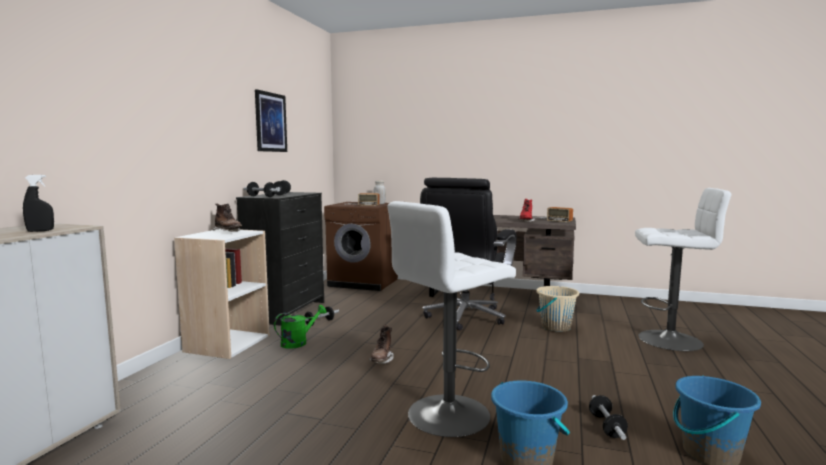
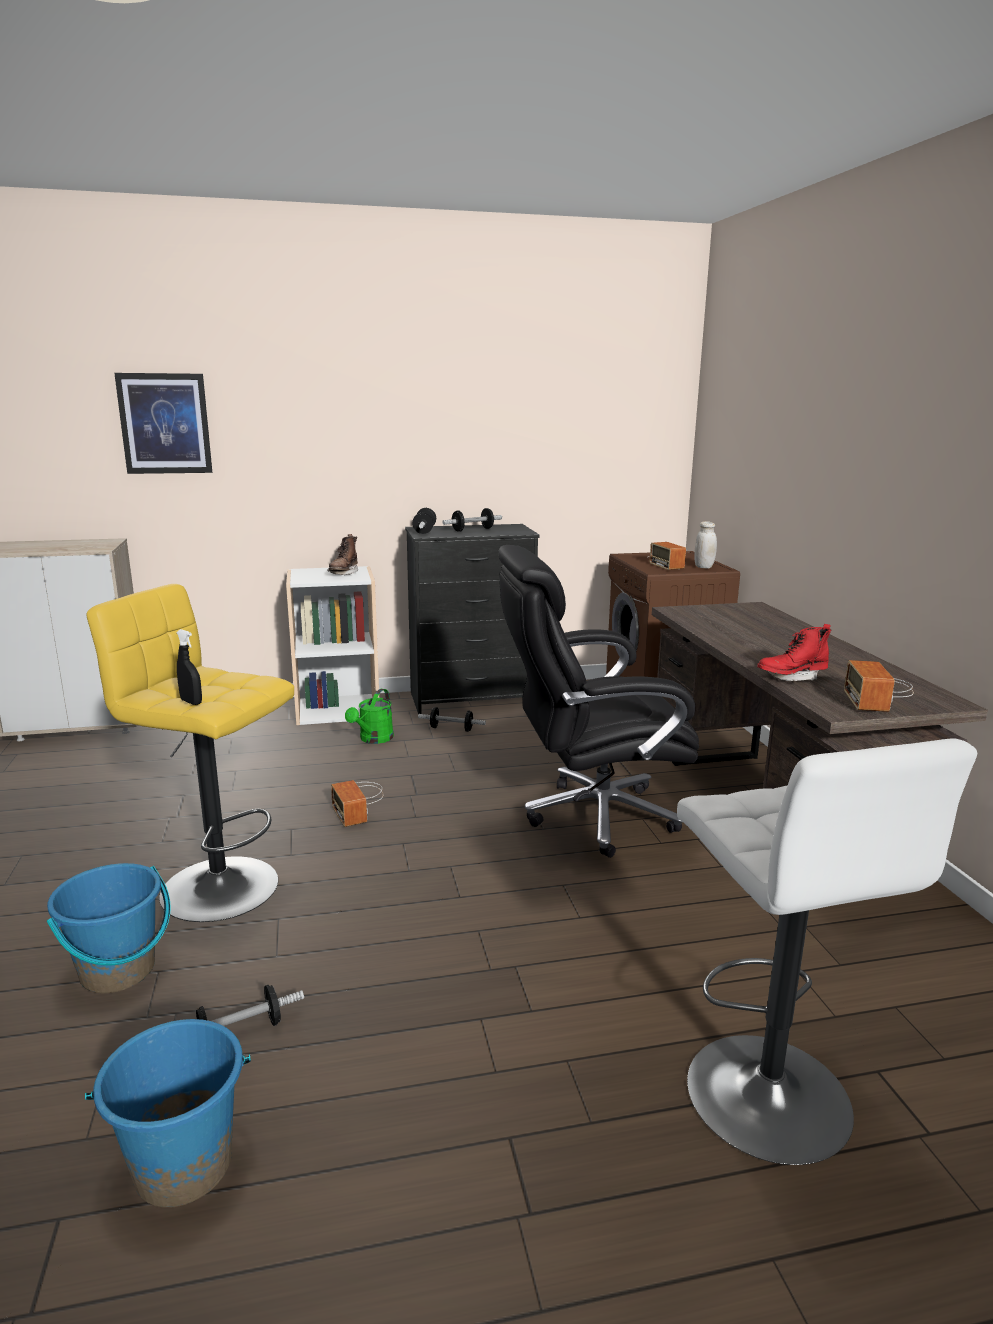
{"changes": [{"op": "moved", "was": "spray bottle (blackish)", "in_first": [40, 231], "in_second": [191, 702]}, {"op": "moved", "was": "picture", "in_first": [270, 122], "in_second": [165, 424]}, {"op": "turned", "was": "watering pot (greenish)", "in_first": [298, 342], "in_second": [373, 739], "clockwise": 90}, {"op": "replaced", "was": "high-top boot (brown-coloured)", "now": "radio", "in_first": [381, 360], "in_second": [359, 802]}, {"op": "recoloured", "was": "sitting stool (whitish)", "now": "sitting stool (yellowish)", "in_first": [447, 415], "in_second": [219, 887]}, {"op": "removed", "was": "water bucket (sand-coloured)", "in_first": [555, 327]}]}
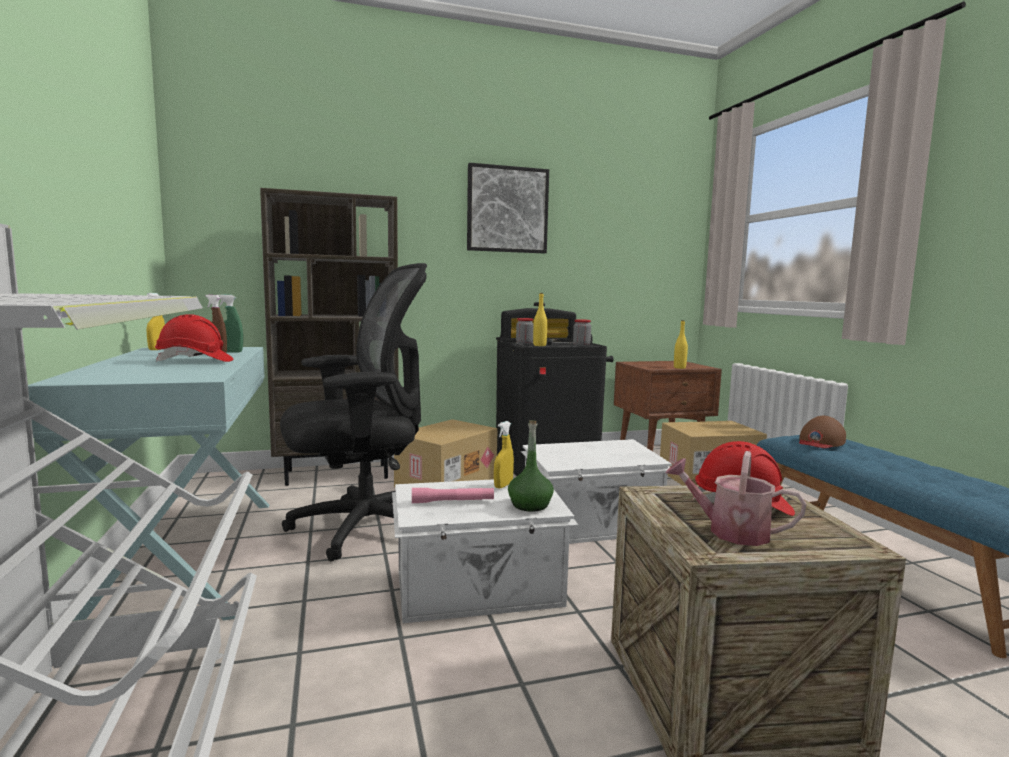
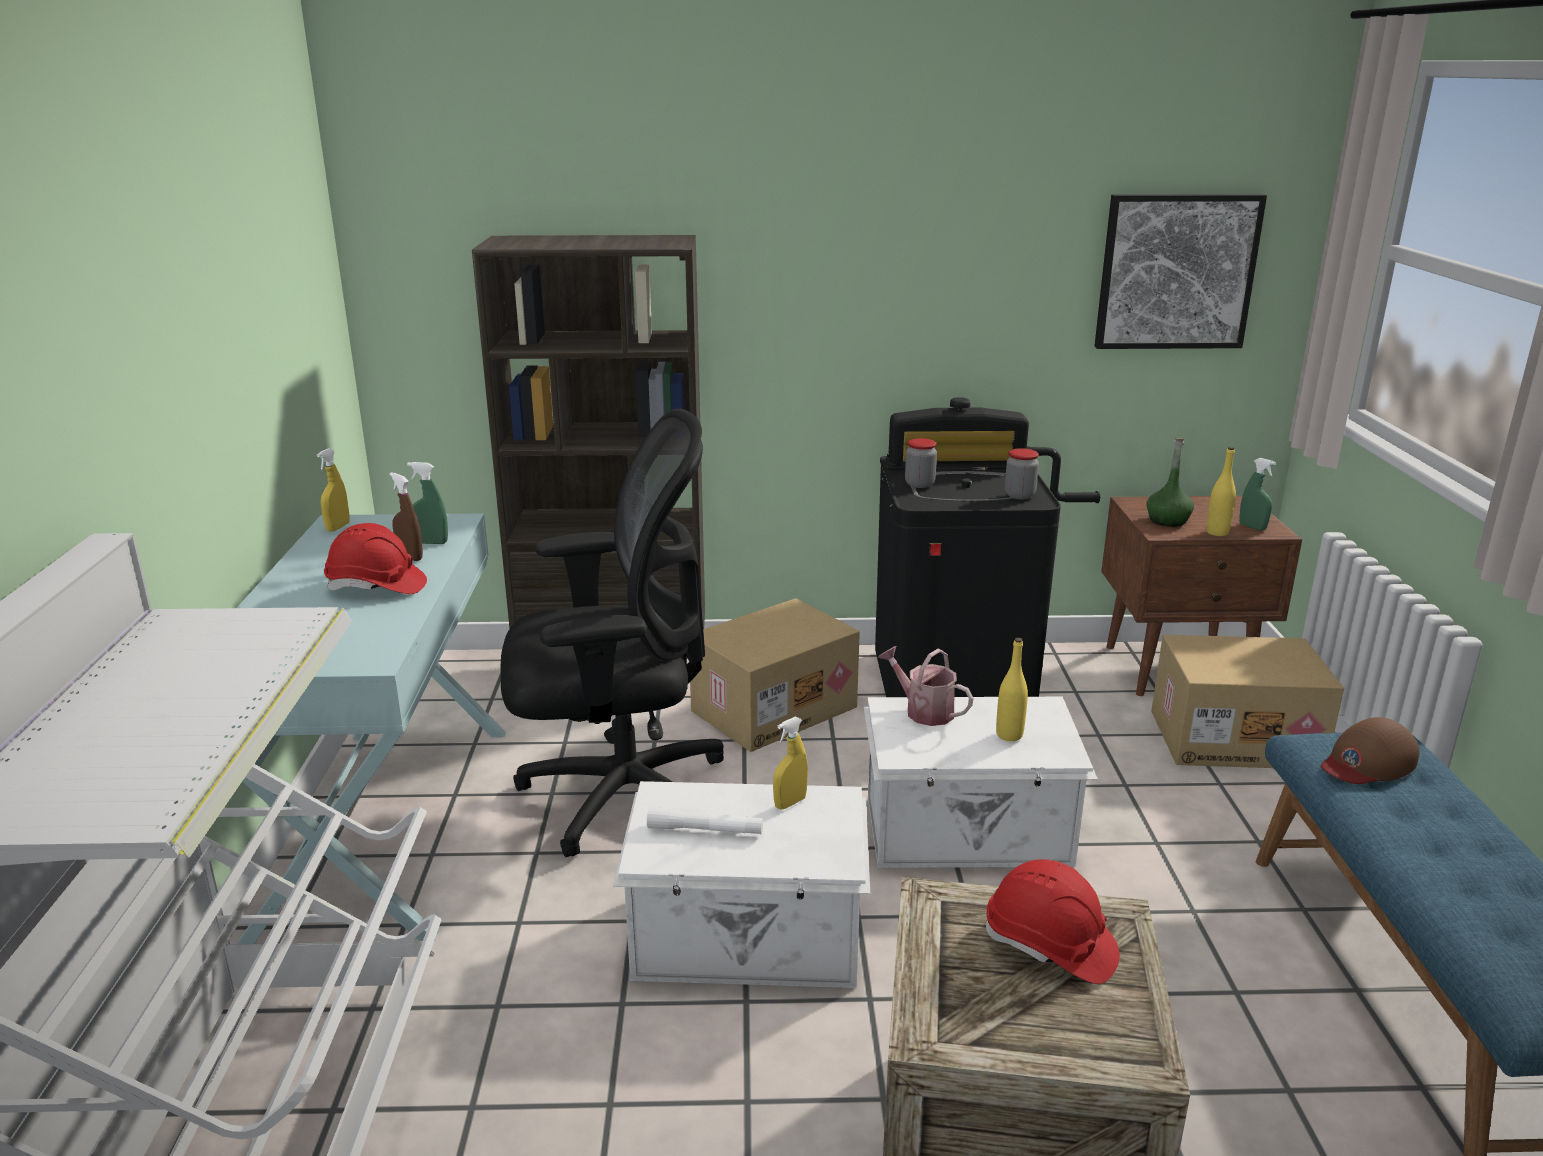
{"changes": [{"op": "recoloured", "was": "hand torch (pinkish)", "now": "hand torch (whitish)", "in_first": [452, 501], "in_second": [705, 830]}, {"op": "moved", "was": "picture", "in_first": [507, 210], "in_second": [1176, 272]}, {"op": "moved", "was": "bottle (greenish)", "in_first": [530, 505], "in_second": [1167, 520]}, {"op": "moved", "was": "bottle (yellowish)", "in_first": [539, 345], "in_second": [1009, 735]}, {"op": "moved", "was": "watering pot", "in_first": [729, 531], "in_second": [923, 711]}, {"op": "added", "now": "spray bottle (greenish)", "in_second": [1252, 527]}]}
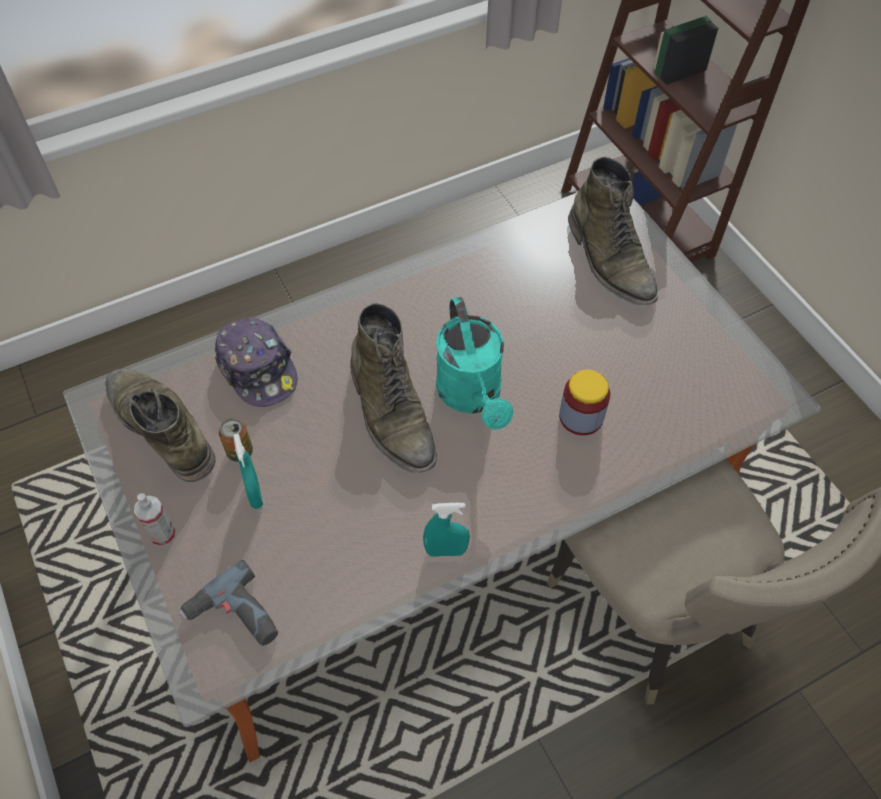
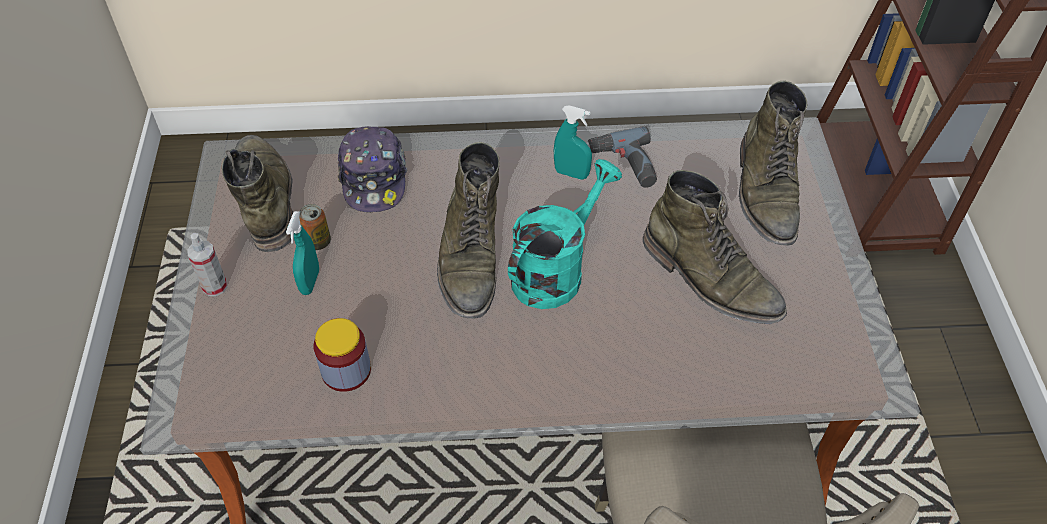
{"changes": [{"op": "moved", "was": "electric drill", "in_first": [234, 619], "in_second": [623, 165]}, {"op": "moved", "was": "spray bottle (turquoise-coloured)", "in_first": [446, 551], "in_second": [571, 173]}, {"op": "turned", "was": "watering pot (turquoise-coloured)", "in_first": [473, 396], "in_second": [555, 270], "clockwise": -150}, {"op": "moved", "was": "storage jar", "in_first": [581, 417], "in_second": [346, 370]}, {"op": "added", "now": "high-top boot (greenish)", "in_second": [710, 279]}]}
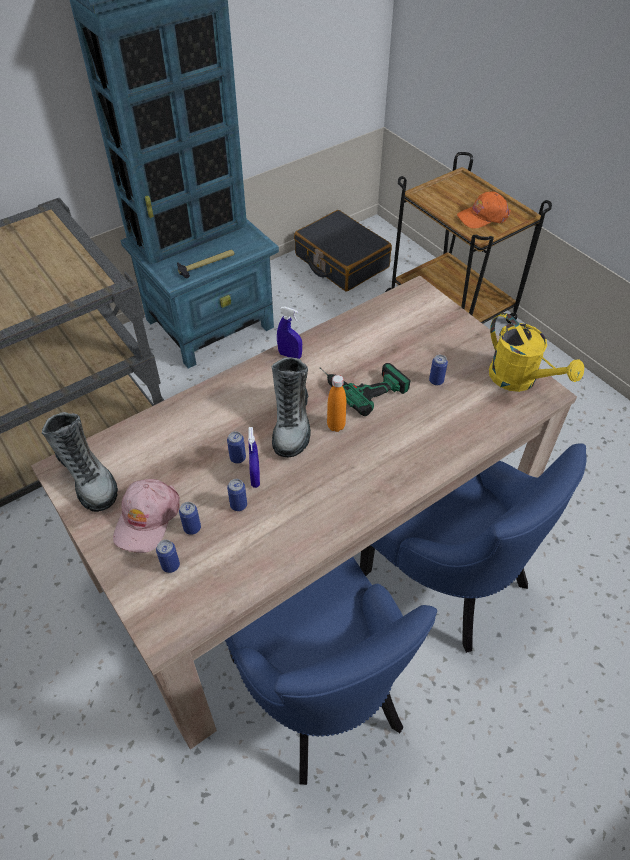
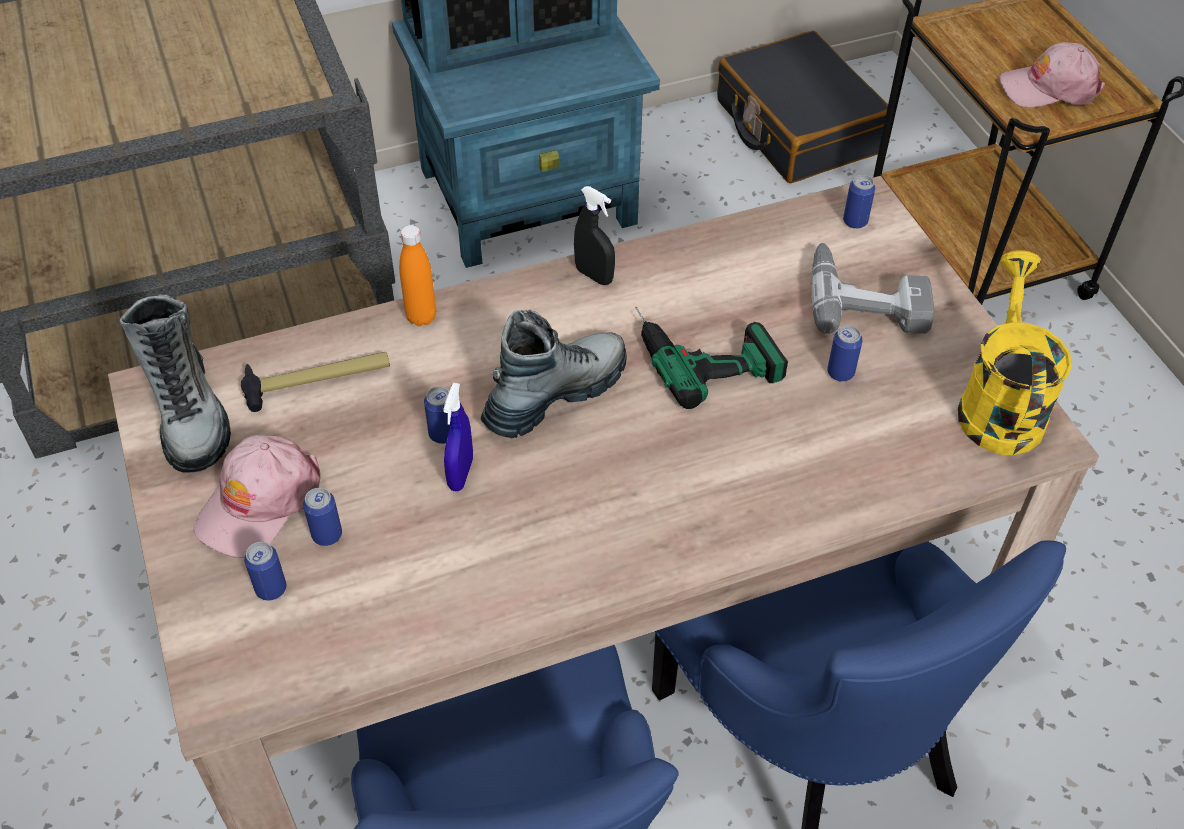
{"changes": [{"op": "moved", "was": "hammer", "in_first": [206, 265], "in_second": [317, 380]}, {"op": "moved", "was": "sealed can", "in_first": [238, 505], "in_second": [855, 221]}, {"op": "turned", "was": "high-top boot", "in_first": [291, 423], "in_second": [555, 394], "clockwise": -150}, {"op": "recoloured", "was": "spray bottle (blue-coloured)", "now": "spray bottle (blackish)", "in_first": [290, 355], "in_second": [594, 275]}, {"op": "moved", "was": "bottle (orangey)", "in_first": [336, 426], "in_second": [421, 317]}, {"op": "recoloured", "was": "baseball cap (orangey)", "now": "baseball cap (pinkish)", "in_first": [482, 216], "in_second": [1049, 88]}, {"op": "turned", "was": "watering pot (yellowish)", "in_first": [520, 380], "in_second": [999, 403], "clockwise": -150}, {"op": "added", "now": "electric drill", "in_second": [866, 298]}]}
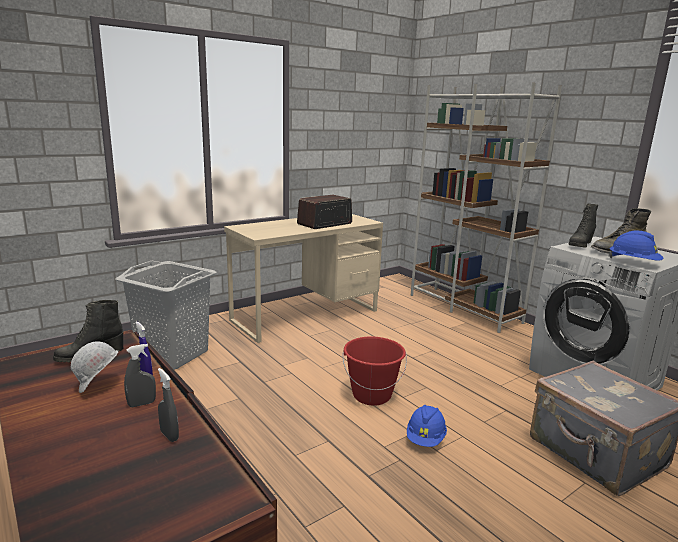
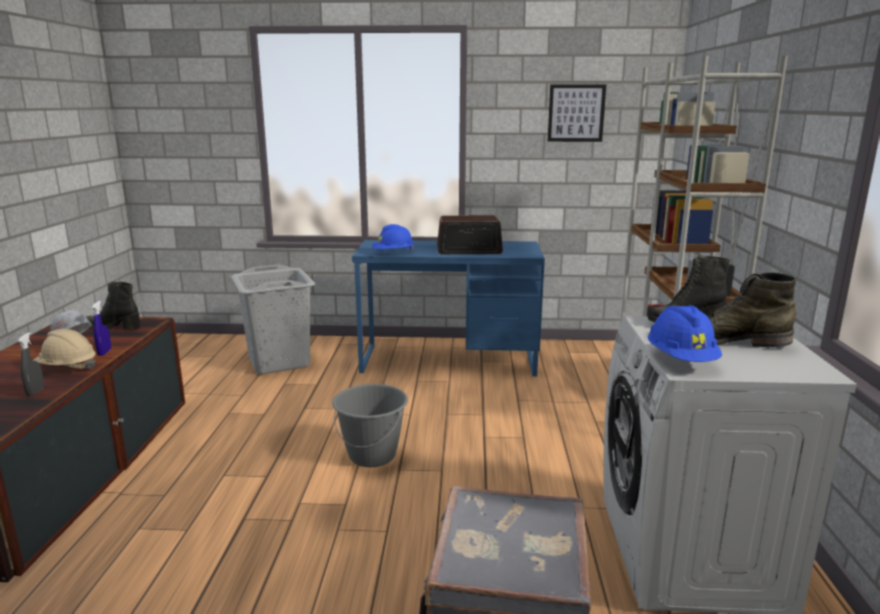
{"changes": [{"op": "replaced", "was": "spray bottle (greyish)", "now": "safety helmet (sand-coloured)", "in_first": [142, 404], "in_second": [67, 367]}, {"op": "recoloured", "was": "desk unit (sand-coloured)", "now": "desk unit (blue-coloured)", "in_first": [306, 315], "in_second": [449, 360]}, {"op": "recoloured", "was": "water bucket (red)", "now": "water bucket (greyish)", "in_first": [371, 395], "in_second": [372, 455]}, {"op": "moved", "was": "safety helmet (blue-coloured)", "in_first": [425, 439], "in_second": [393, 253]}, {"op": "added", "now": "picture", "in_second": [576, 113]}]}
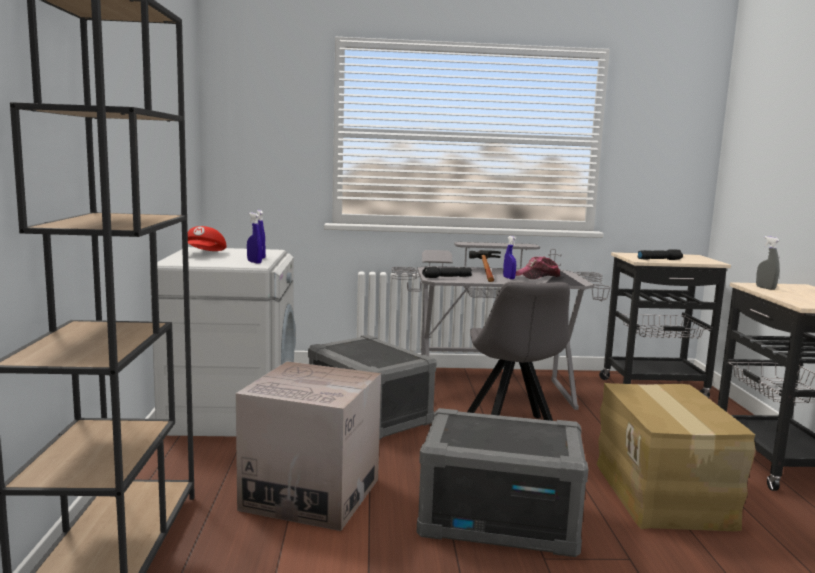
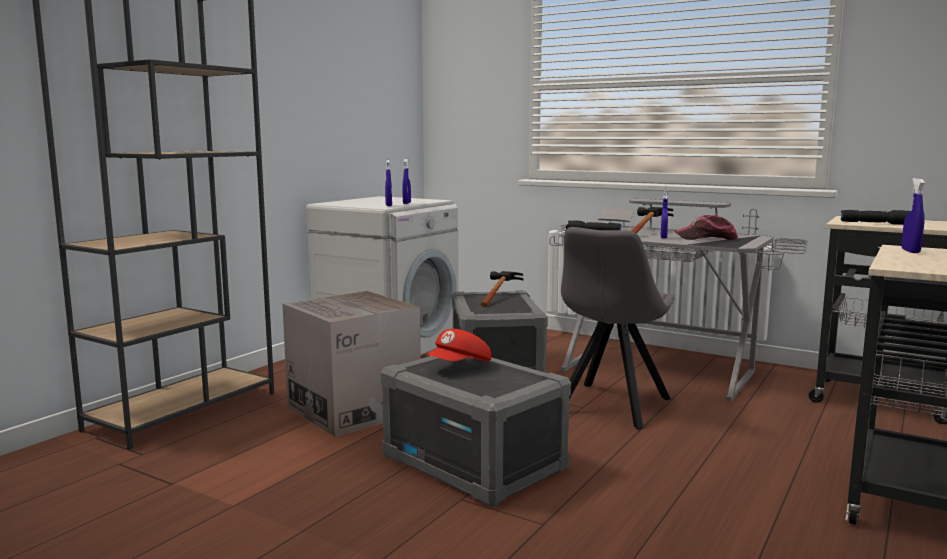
{"changes": [{"op": "moved", "was": "baseball cap (red)", "in_first": [205, 254], "in_second": [460, 366]}, {"op": "removed", "was": "packing box", "in_first": [664, 494]}, {"op": "recoloured", "was": "spray bottle (greyish)", "now": "spray bottle (blue-coloured)", "in_first": [765, 288], "in_second": [910, 251]}, {"op": "added", "now": "hammer", "in_second": [498, 298]}]}
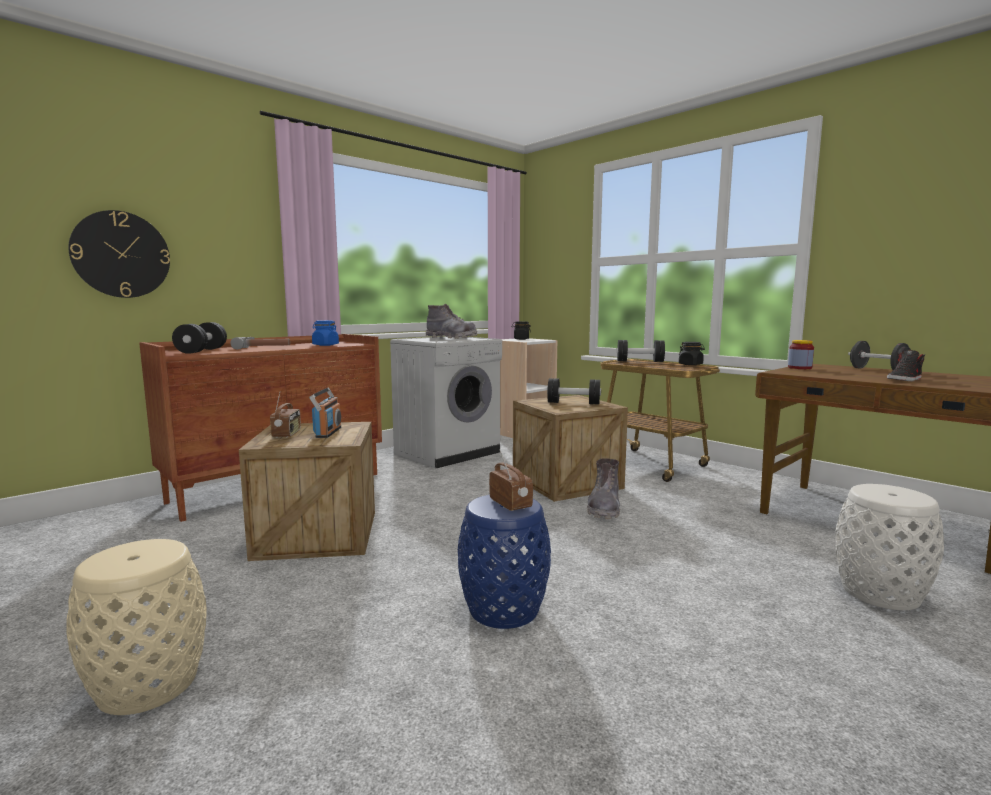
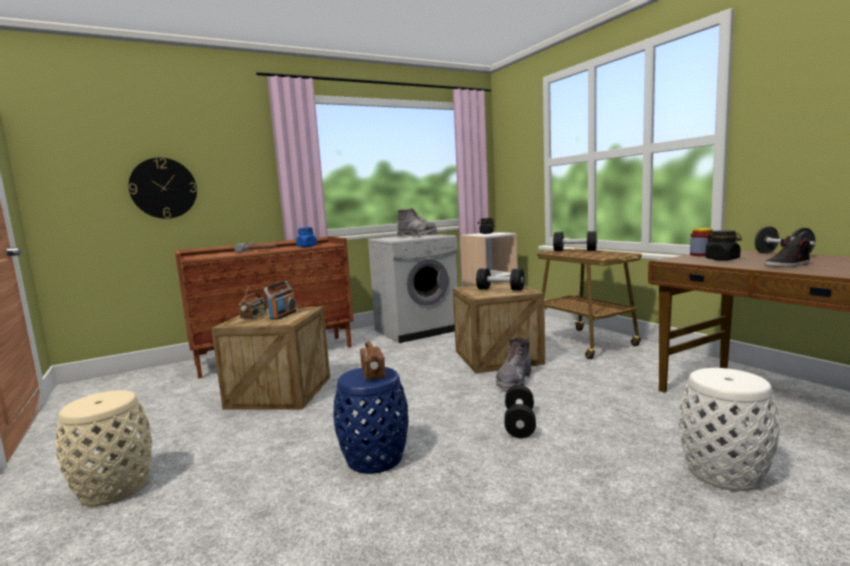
{"changes": [{"op": "moved", "was": "free weight (blackish)", "in_first": [202, 351], "in_second": [519, 423]}, {"op": "moved", "was": "storage jar (blackish)", "in_first": [690, 364], "in_second": [722, 259]}]}
